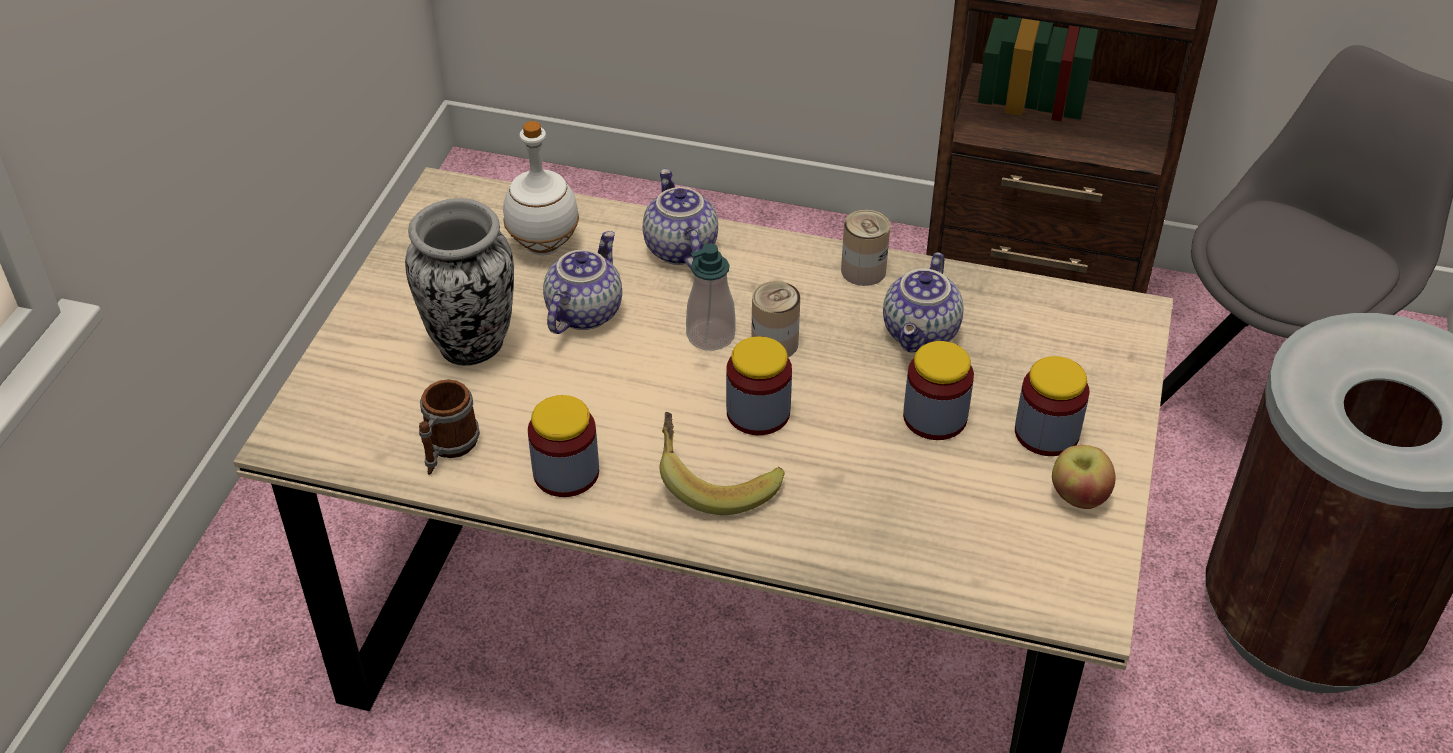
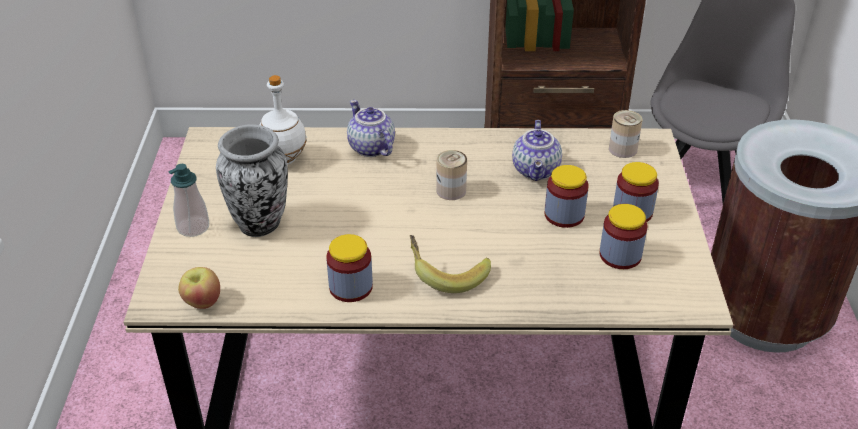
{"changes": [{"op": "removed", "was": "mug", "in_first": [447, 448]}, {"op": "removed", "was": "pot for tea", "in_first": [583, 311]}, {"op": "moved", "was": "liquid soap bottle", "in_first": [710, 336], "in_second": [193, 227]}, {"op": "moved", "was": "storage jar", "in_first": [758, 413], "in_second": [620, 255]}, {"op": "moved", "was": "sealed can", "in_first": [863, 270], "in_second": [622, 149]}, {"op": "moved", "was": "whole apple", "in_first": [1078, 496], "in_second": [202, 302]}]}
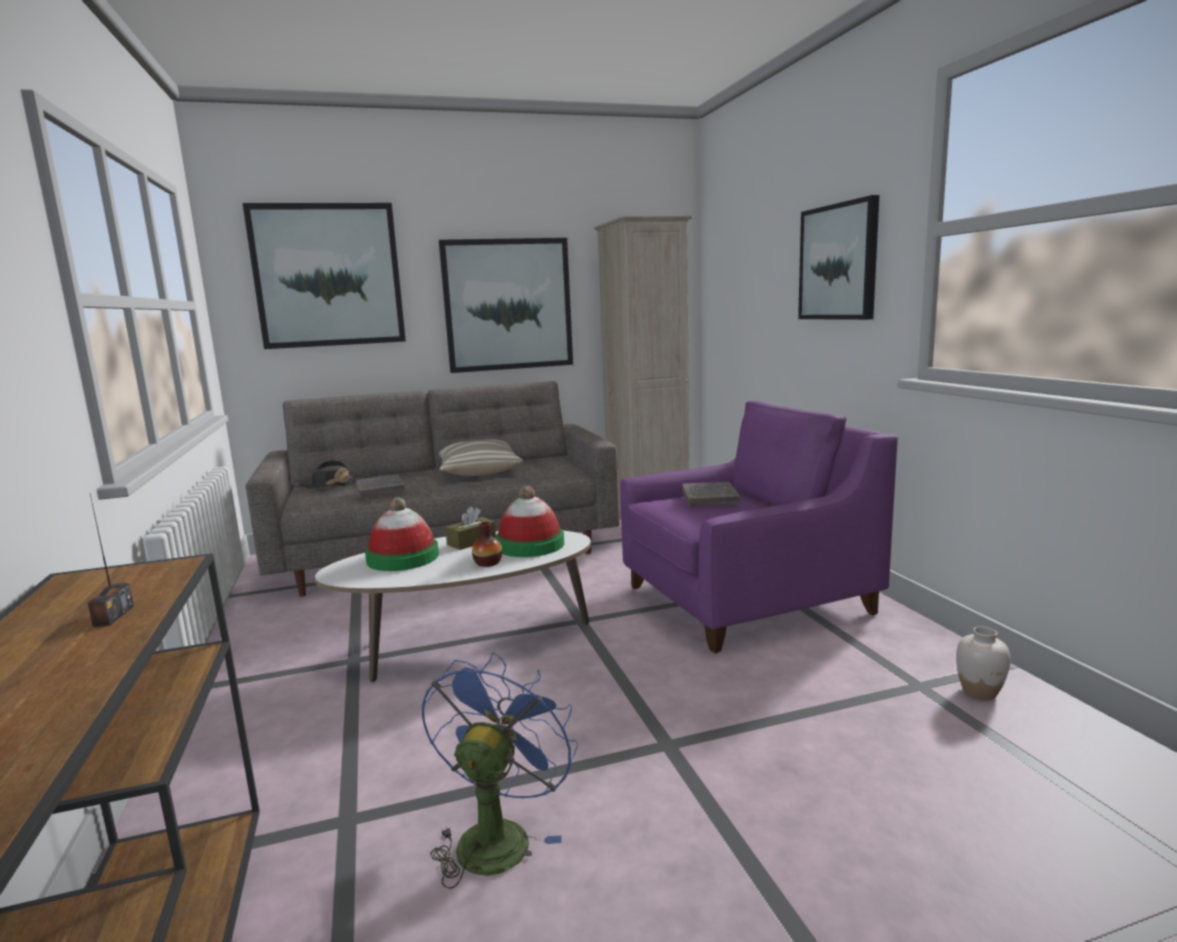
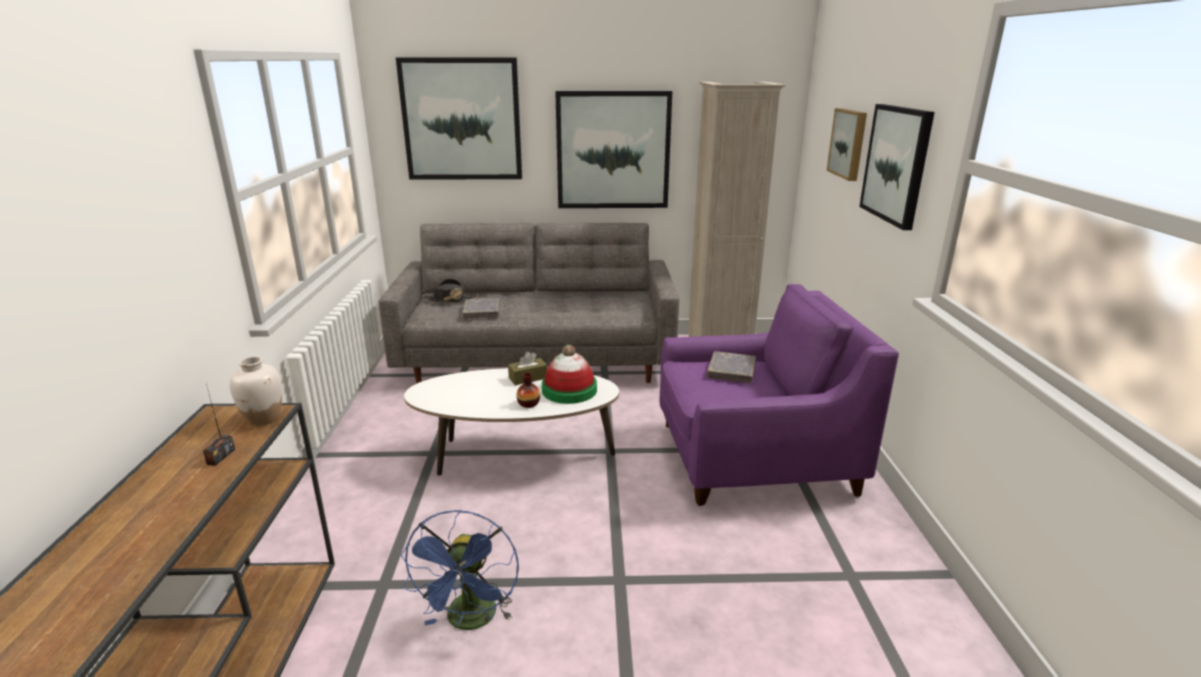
{"changes": [{"op": "removed", "was": "clothing hat", "in_first": [403, 558]}, {"op": "turned", "was": "cooling fan (blue-coloured)", "in_first": [497, 835], "in_second": [471, 621], "clockwise": 150}, {"op": "removed", "was": "throw pillow", "in_first": [478, 471]}, {"op": "moved", "was": "decorative vase (whitish)", "in_first": [979, 692], "in_second": [264, 418]}, {"op": "added", "now": "picture", "in_second": [849, 143]}]}
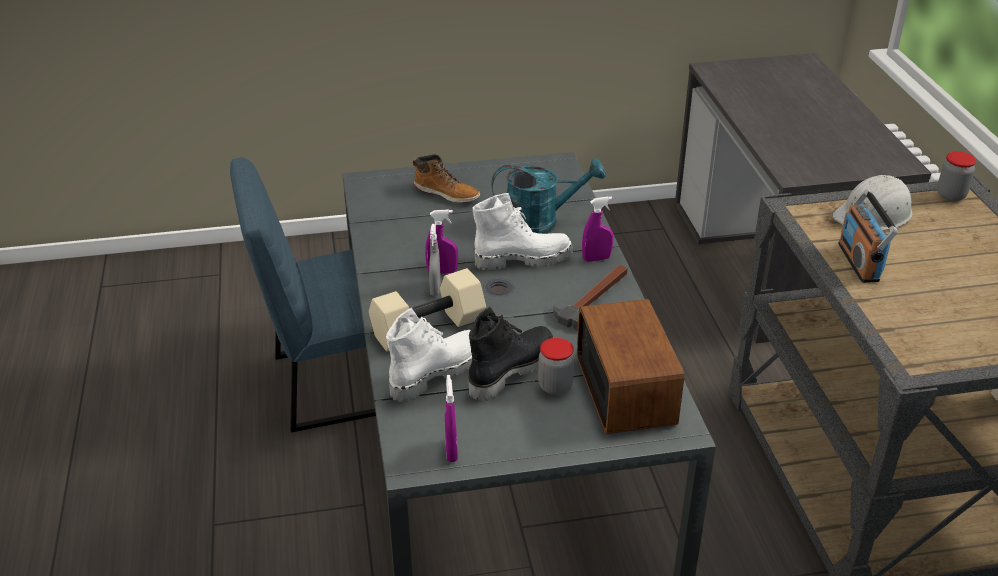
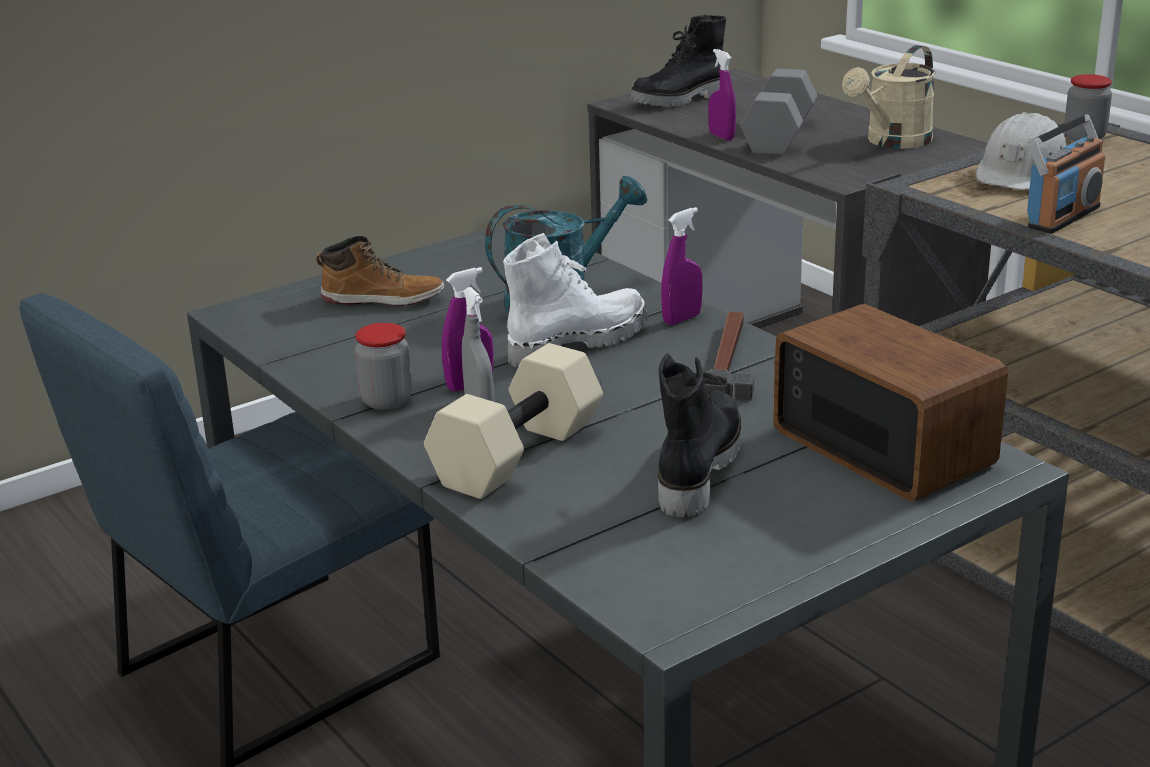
{"changes": [{"op": "removed", "was": "high-top boot (whitish)", "in_first": [435, 372]}, {"op": "moved", "was": "spray bottle (purple-coloured)", "in_first": [451, 451], "in_second": [721, 136]}, {"op": "moved", "was": "storage jar", "in_first": [555, 386], "in_second": [386, 401]}, {"op": "turned", "was": "radio", "in_first": [859, 262], "in_second": [1062, 217], "clockwise": -105}, {"op": "added", "now": "high-top boot (blackish)", "in_second": [680, 100]}, {"op": "added", "now": "free weight (greyish)", "in_second": [777, 135]}, {"op": "added", "now": "watering pot (sand-coloured)", "in_second": [892, 142]}]}
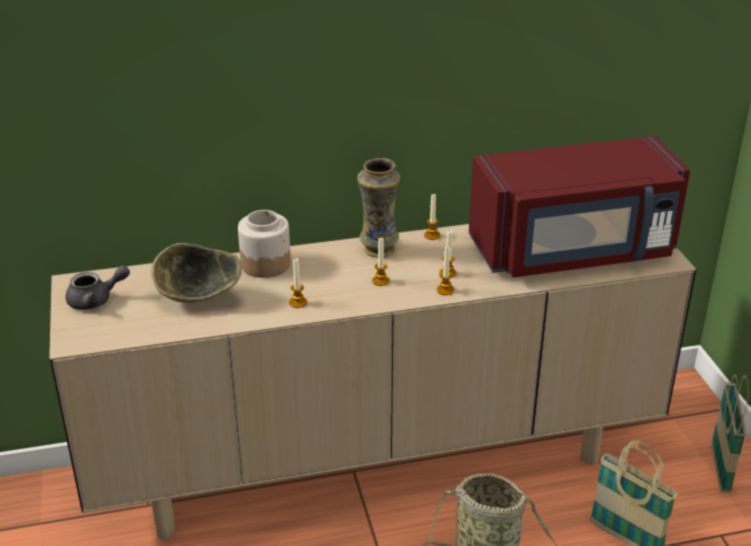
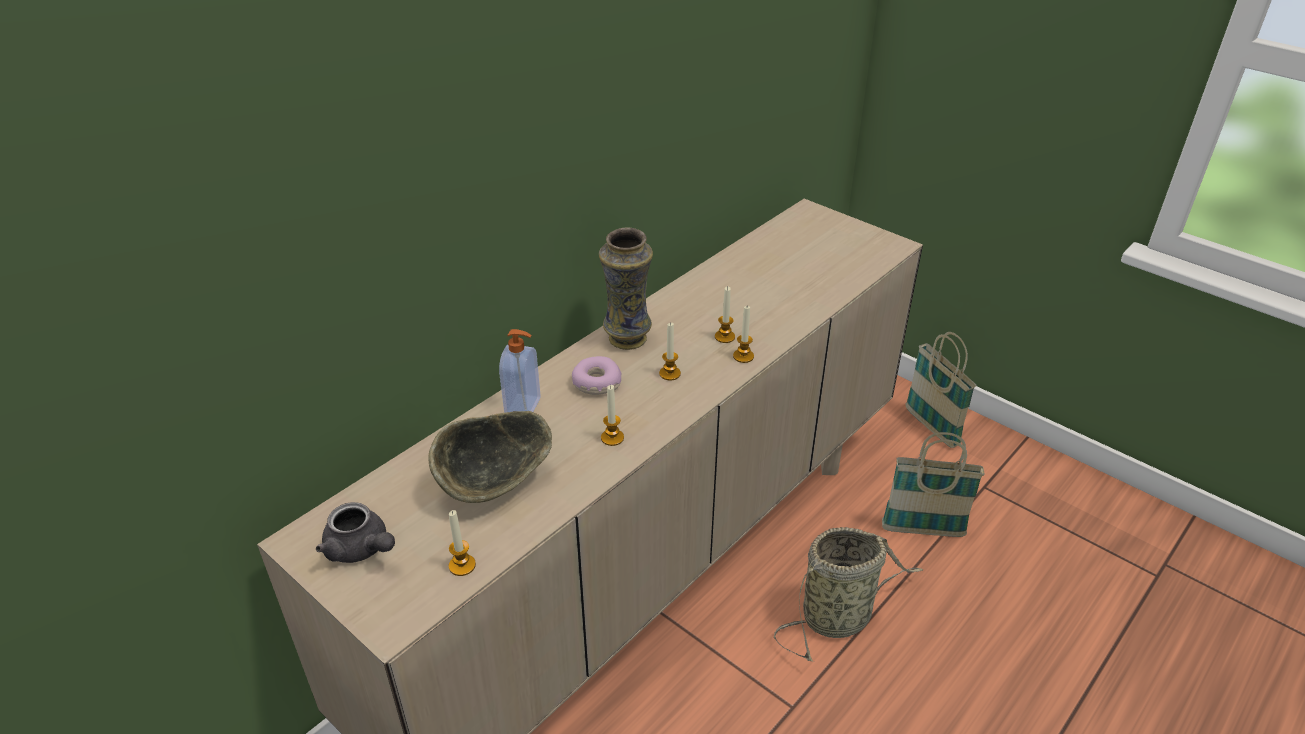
{"changes": [{"op": "turned", "was": "pot for tea (greyish)", "in_first": [96, 300], "in_second": [361, 549], "clockwise": 90}, {"op": "replaced", "was": "storage jar", "now": "liquid soap bottle", "in_first": [266, 264], "in_second": [524, 407]}, {"op": "moved", "was": "wax candle", "in_first": [432, 235], "in_second": [462, 565]}, {"op": "removed", "was": "kitchen microwave (red)", "in_first": [574, 251]}, {"op": "added", "now": "donut", "in_second": [596, 383]}]}
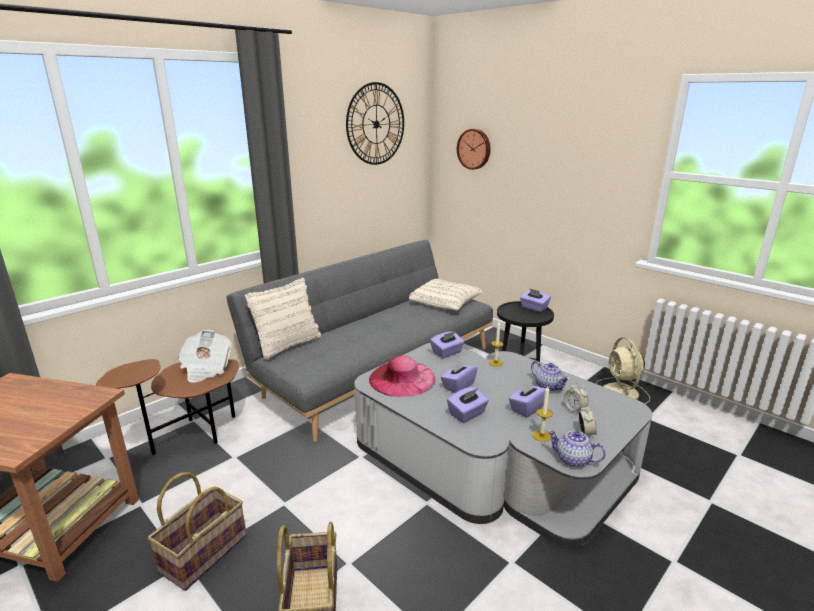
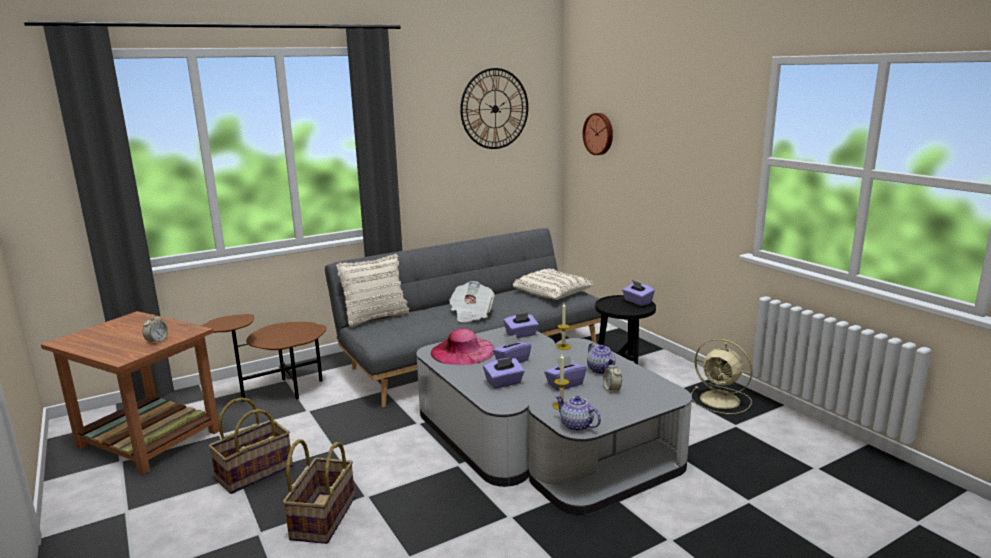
{"changes": [{"op": "moved", "was": "daily paper", "in_first": [206, 368], "in_second": [471, 314]}, {"op": "moved", "was": "bedside clock", "in_first": [586, 433], "in_second": [157, 341]}, {"op": "turned", "was": "cooling fan (sand-coloured)", "in_first": [621, 393], "in_second": [721, 400], "clockwise": -60}]}
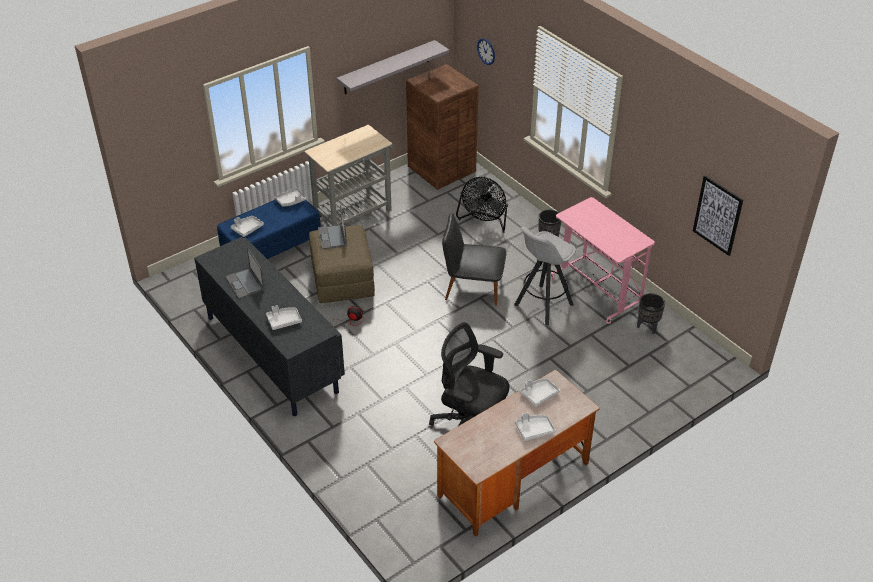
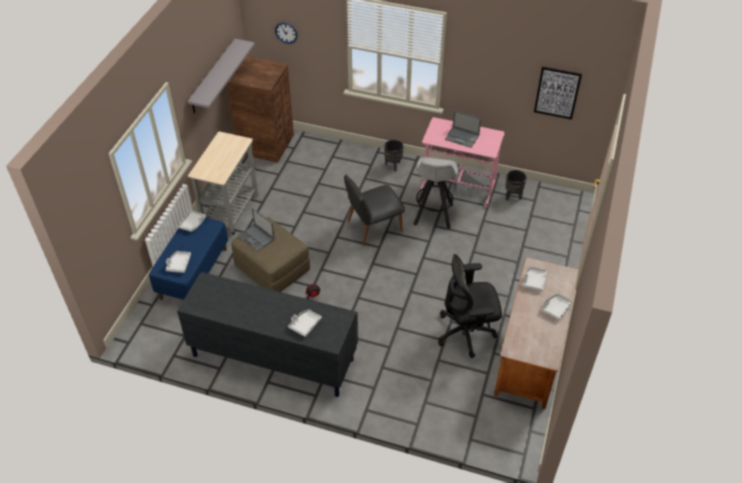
{"changes": [{"op": "moved", "was": "notebook computer", "in_first": [245, 283], "in_second": [462, 137]}, {"op": "removed", "was": "cooling fan (blackish)", "in_first": [483, 219]}]}
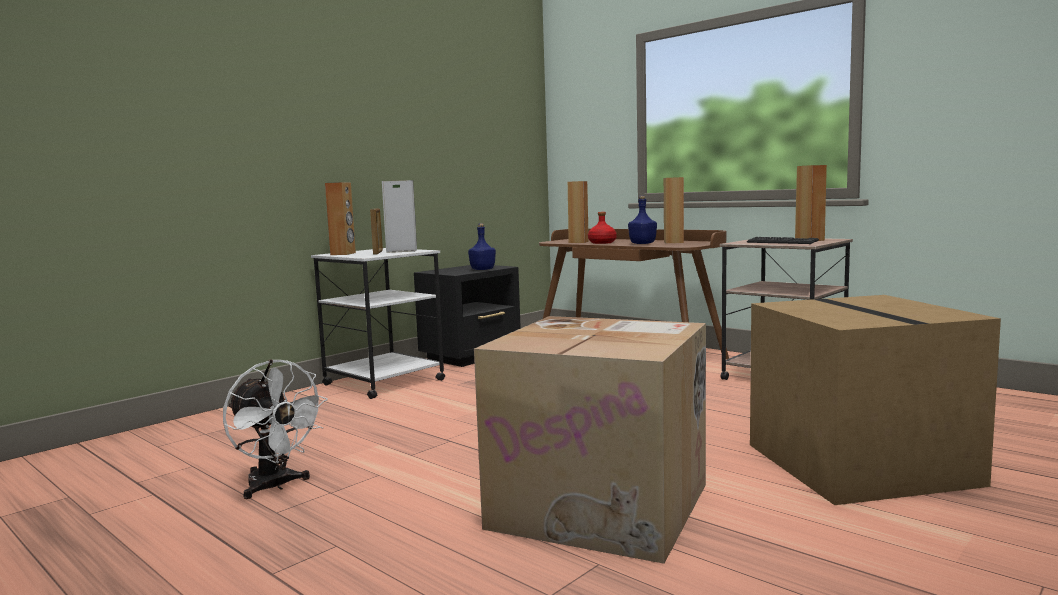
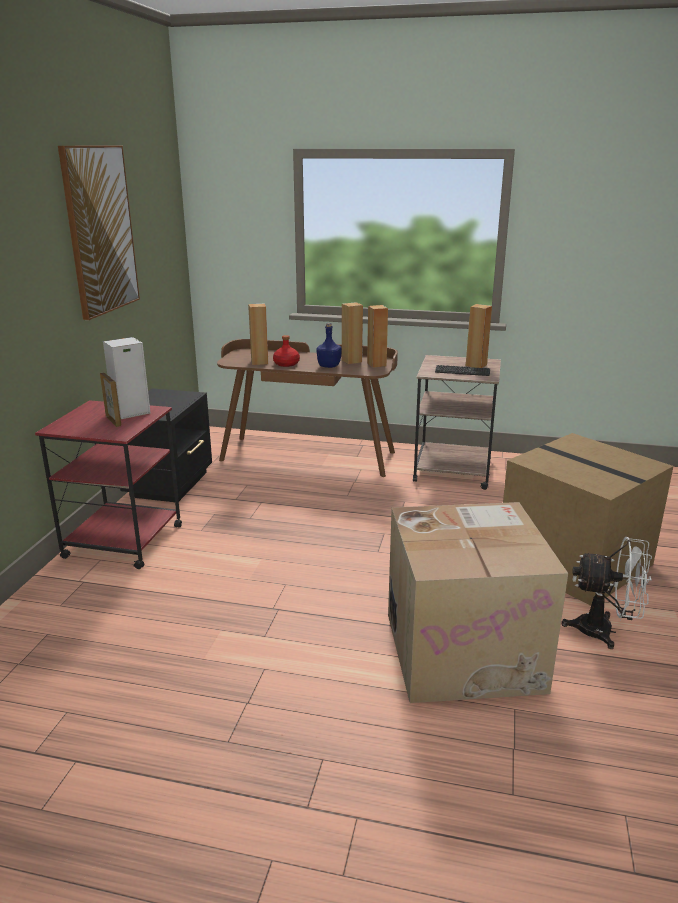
{"changes": [{"op": "moved", "was": "cooling fan (whitish)", "in_first": [275, 486], "in_second": [604, 631]}, {"op": "recoloured", "was": "wheeled cart (whitish)", "now": "wheeled cart (red)", "in_first": [385, 381], "in_second": [124, 540]}, {"op": "moved", "was": "loudspeaker (brown-coloured)", "in_first": [343, 254], "in_second": [377, 364]}, {"op": "removed", "was": "bottle (blue-coloured)", "in_first": [482, 269]}, {"op": "added", "now": "picture", "in_second": [100, 230]}]}
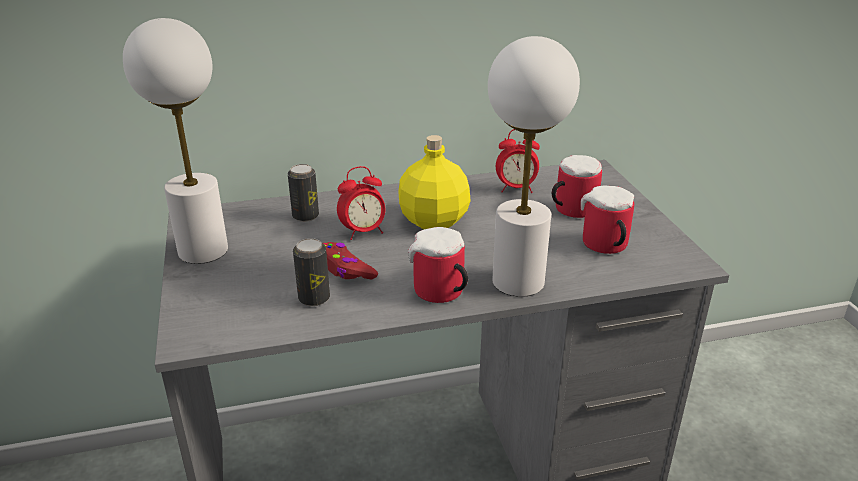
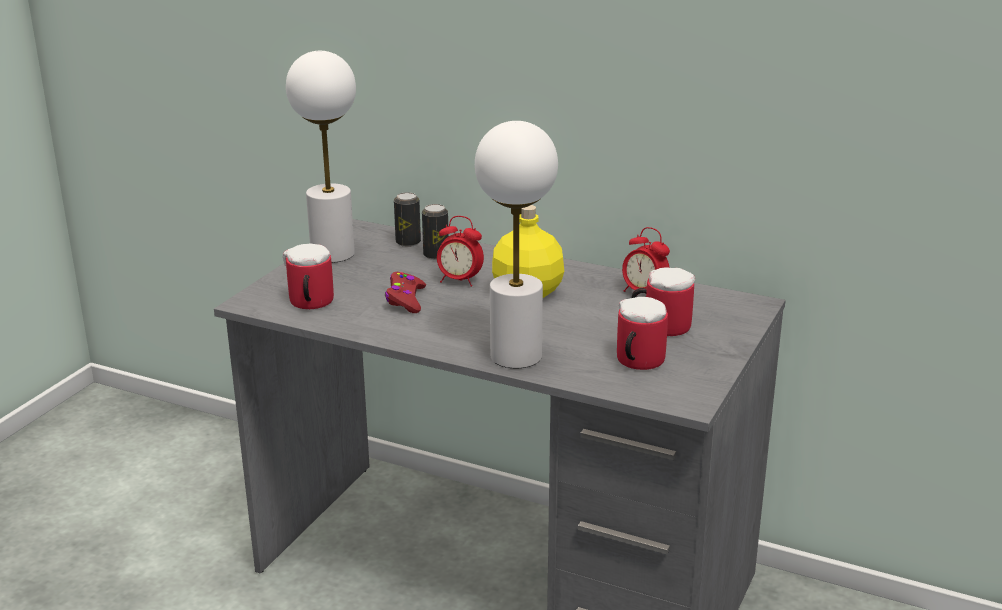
{"changes": [{"op": "moved", "was": "sealed can", "in_first": [314, 298], "in_second": [408, 242]}, {"op": "moved", "was": "mug", "in_first": [441, 294], "in_second": [309, 304]}]}
